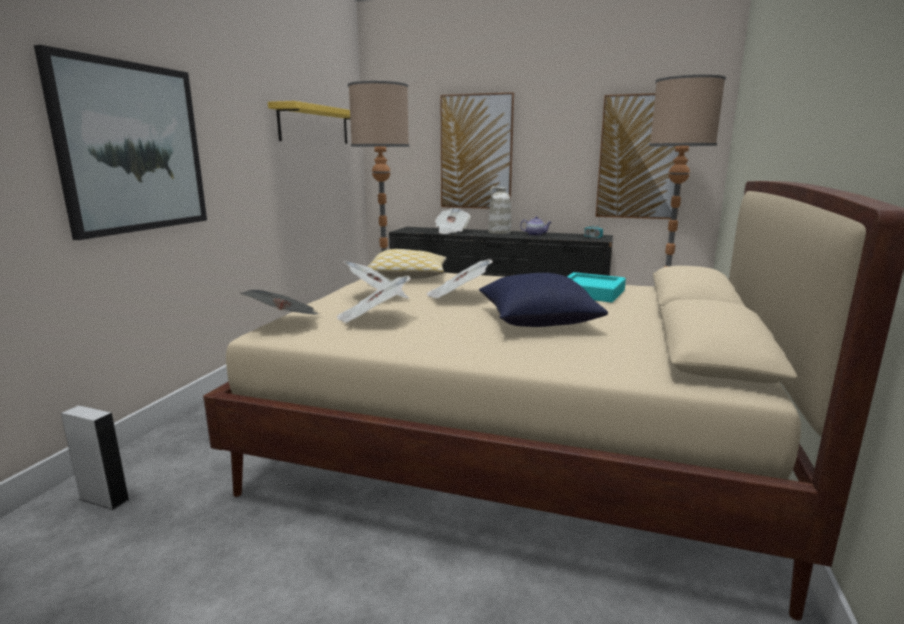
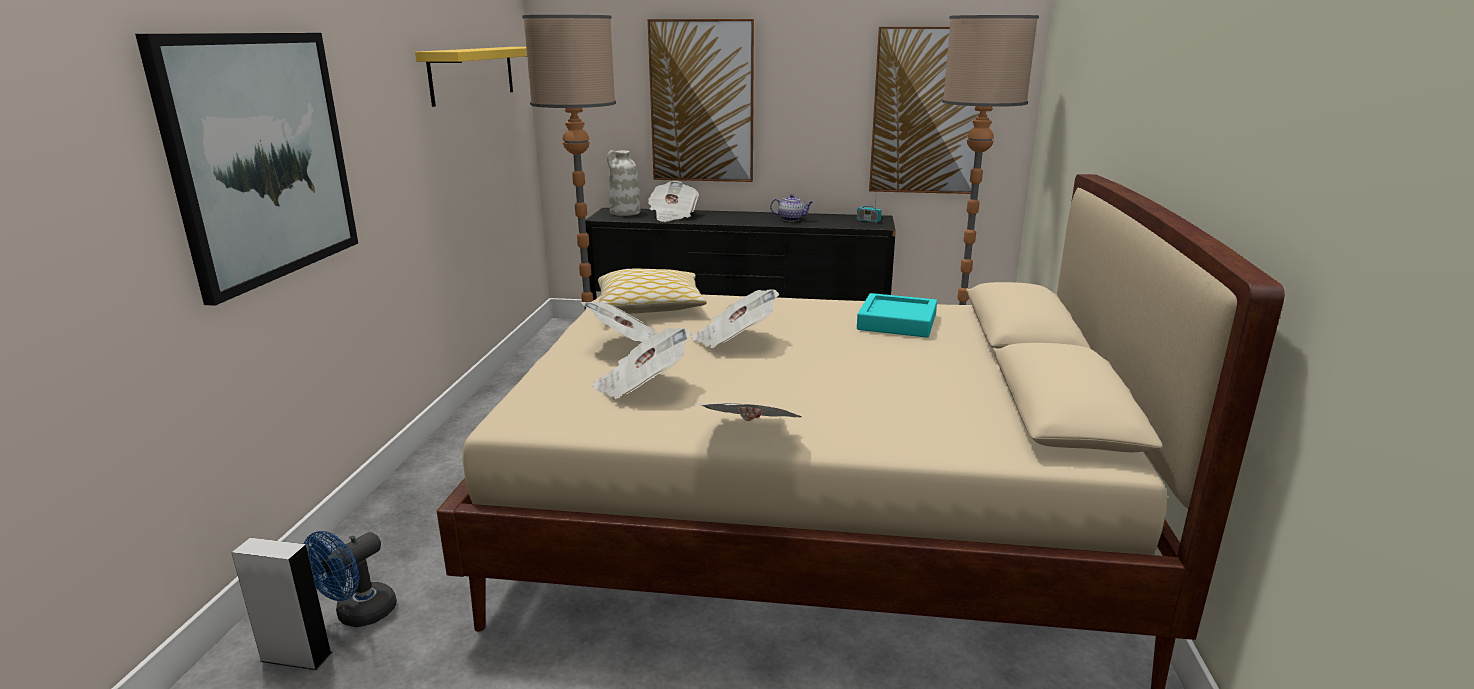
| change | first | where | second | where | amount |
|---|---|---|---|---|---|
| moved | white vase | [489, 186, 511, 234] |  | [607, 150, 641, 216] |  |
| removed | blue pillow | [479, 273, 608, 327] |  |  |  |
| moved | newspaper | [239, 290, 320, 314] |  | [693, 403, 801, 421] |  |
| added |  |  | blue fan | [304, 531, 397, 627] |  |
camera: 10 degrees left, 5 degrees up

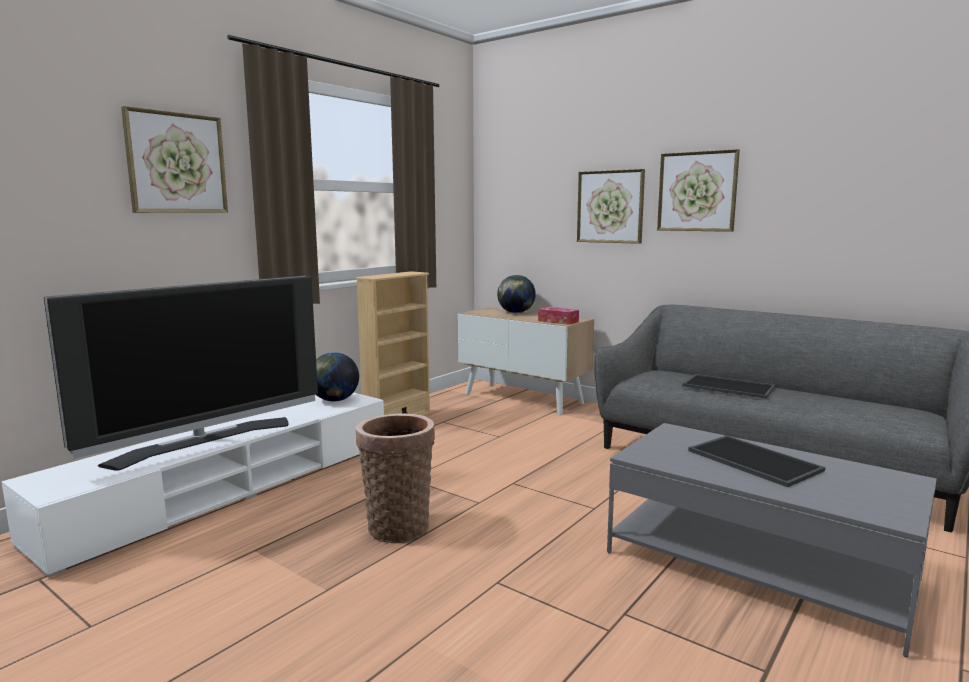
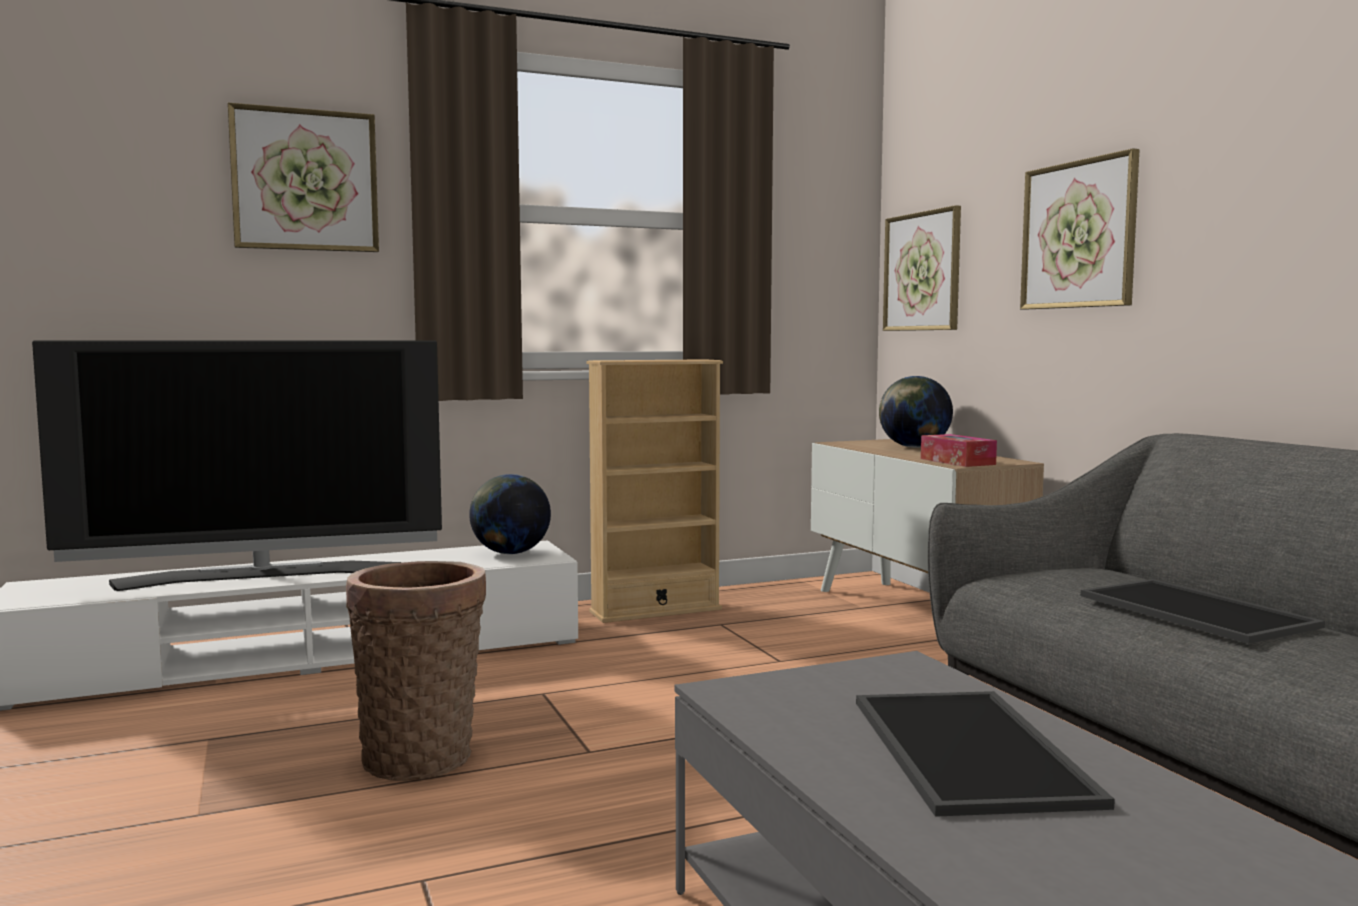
| change | first | where | second | where | amount |
|---|---|---|---|---|---|
| moved | picture | [657, 149, 740, 232] |  | [883, 205, 961, 331] |  |
camera: 30 degrees right, 5 degrees down

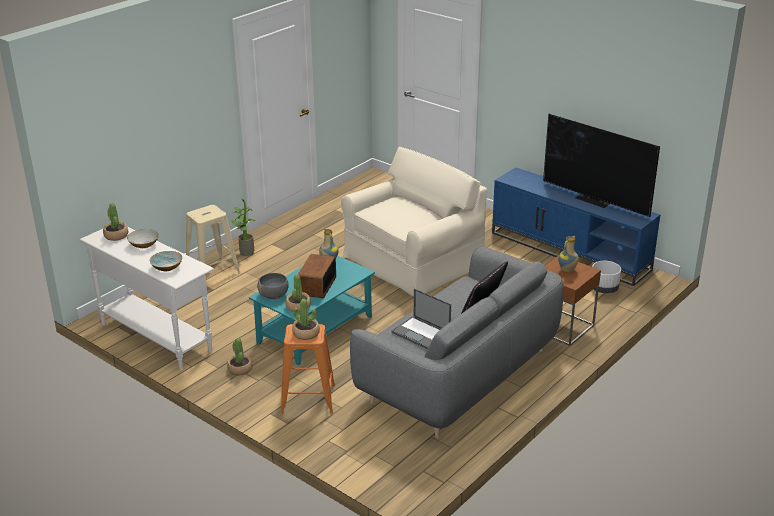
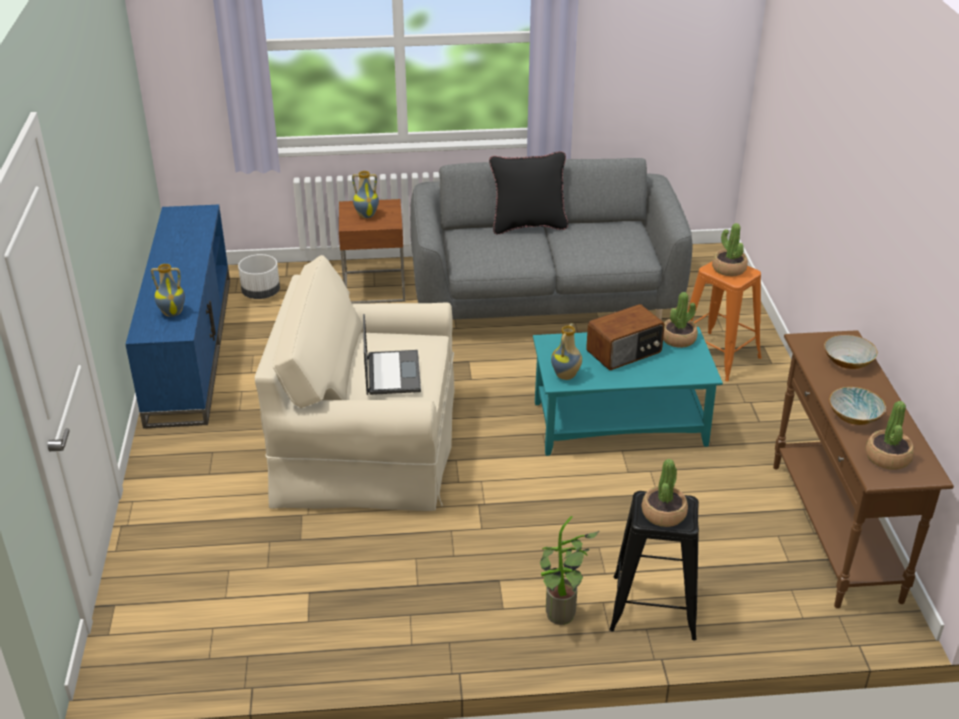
| change | first | where | second | where | amount |
|---|---|---|---|---|---|
| removed | television | [543, 114, 660, 217] |  |  |  |
| recoloured | beige stool | [186, 205, 241, 273] | black stool | [609, 491, 699, 640] |  |
| recoloured | white console table | [80, 227, 214, 370] | brown console table | [773, 330, 954, 608] |  |
| removed | grey bowl | [257, 273, 289, 299] |  |  |  |
| moved | laptop | [391, 288, 451, 349] |  | [363, 314, 421, 395] |  |
| moved | potted plant | [227, 338, 253, 375] |  | [642, 459, 688, 527] |  |
| added |  |  | vase | [151, 264, 185, 317] |  |
camera: 135 degrees left, 5 degrees up

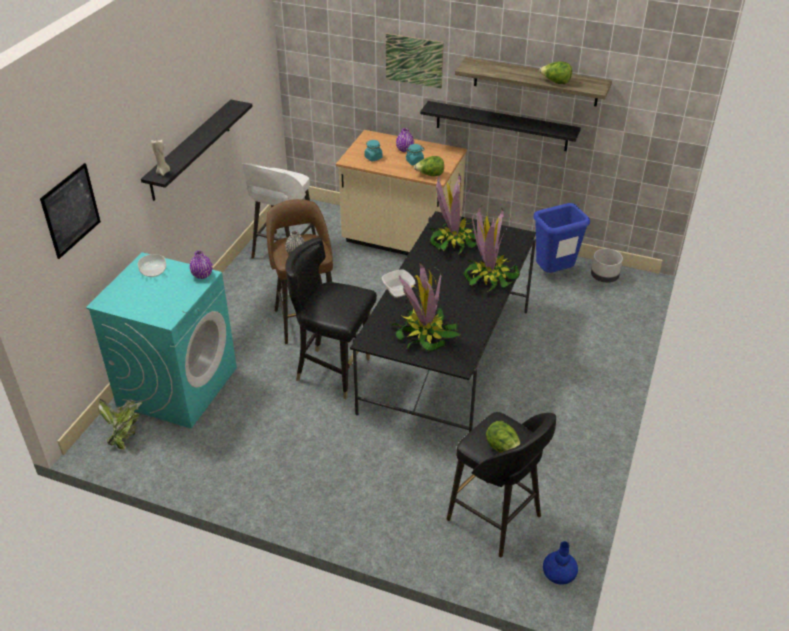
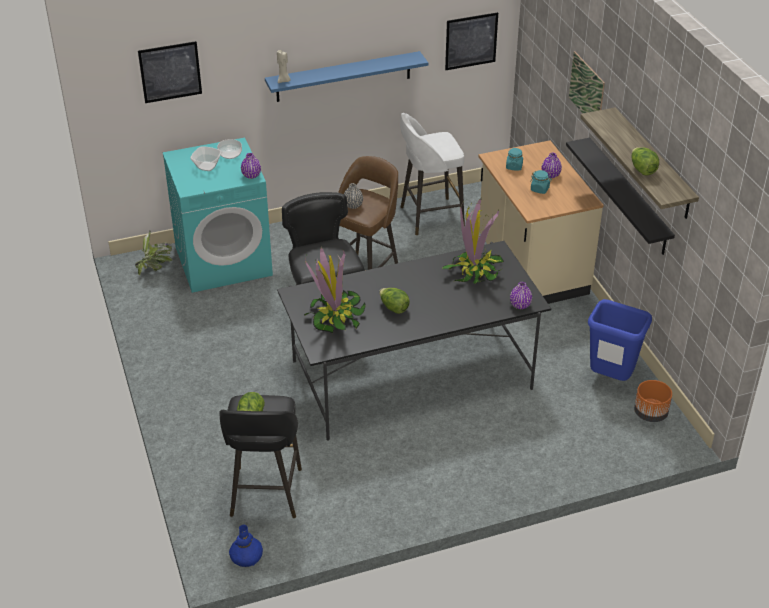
| change | first | where | second | where | amount |
|---|---|---|---|---|---|
| recoloured | black shelf | [141, 100, 253, 201] | blue shelf | [265, 51, 428, 102] |  |
| moved | lettuce | [414, 156, 444, 176] |  | [379, 288, 410, 314] |  |
| removed | potted plant | [464, 206, 520, 293] |  |  |  |
| recoloured | grey planter | [591, 248, 623, 283] | orange planter | [634, 380, 672, 422] |  |
| moved | bowl | [382, 269, 415, 298] |  | [191, 147, 221, 171] |  |
| added |  |  | picture | [445, 12, 498, 70] |  |
| added |  |  | purple vase | [510, 282, 532, 309] |  |
camera: 50 degrees right, 0 degrees up

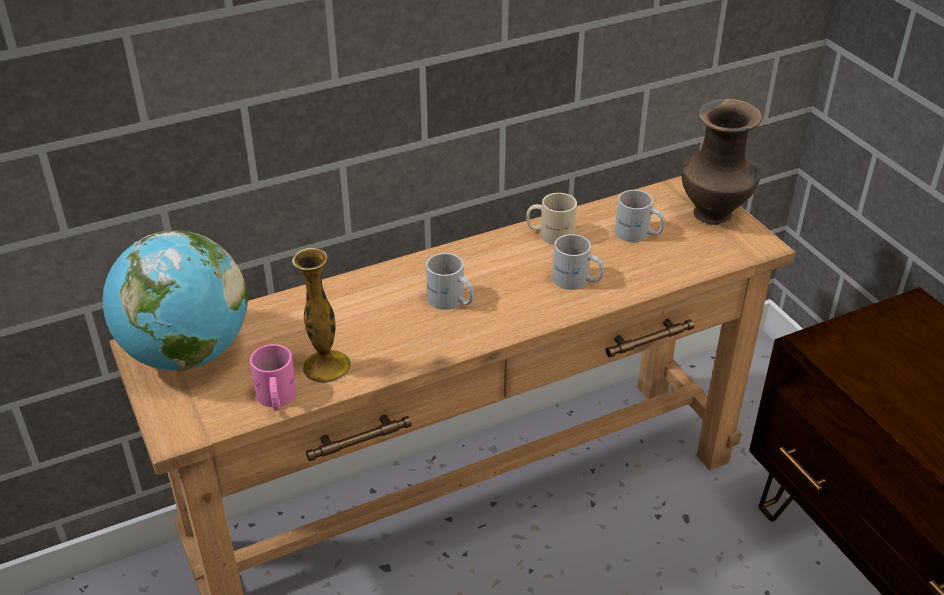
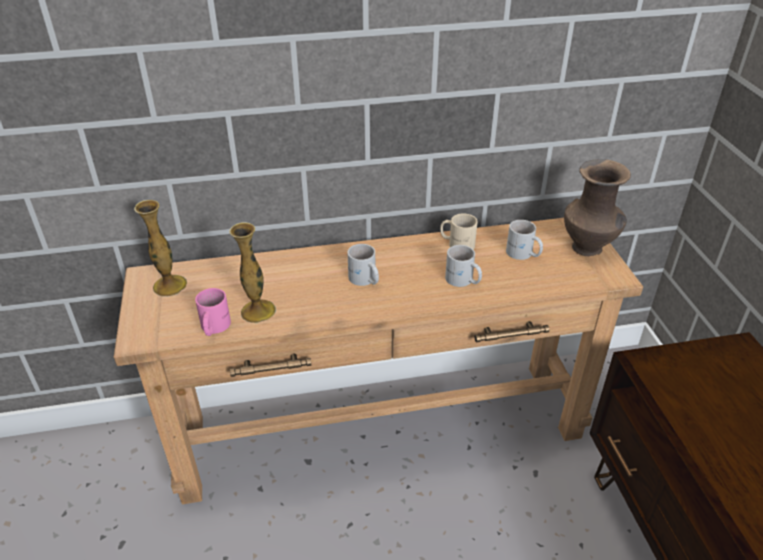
| change | first | where | second | where | amount |
|---|---|---|---|---|---|
| replaced | globe | [103, 230, 248, 371] | vase | [134, 200, 187, 297] |  |
camera: 15 degrees right, 0 degrees up

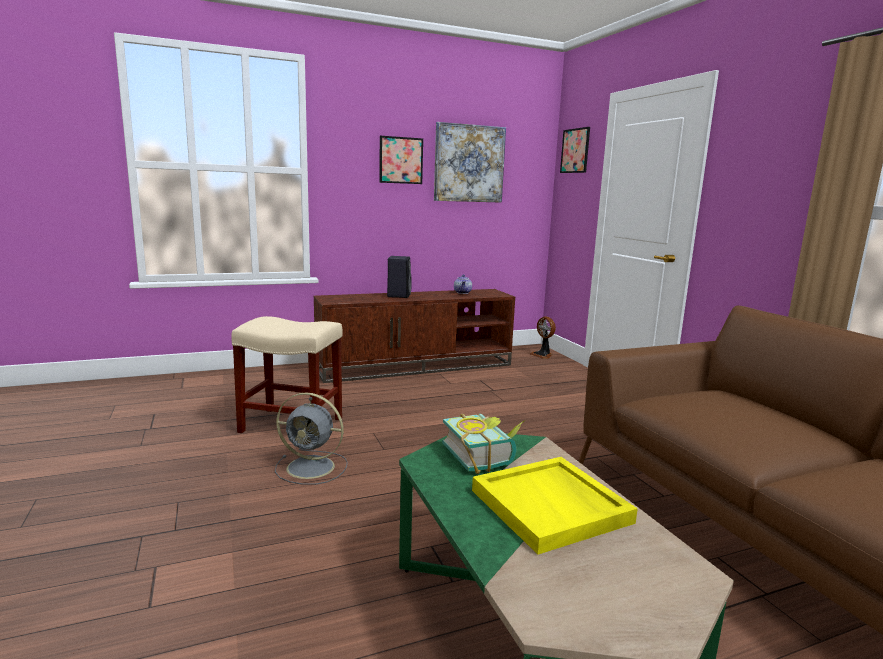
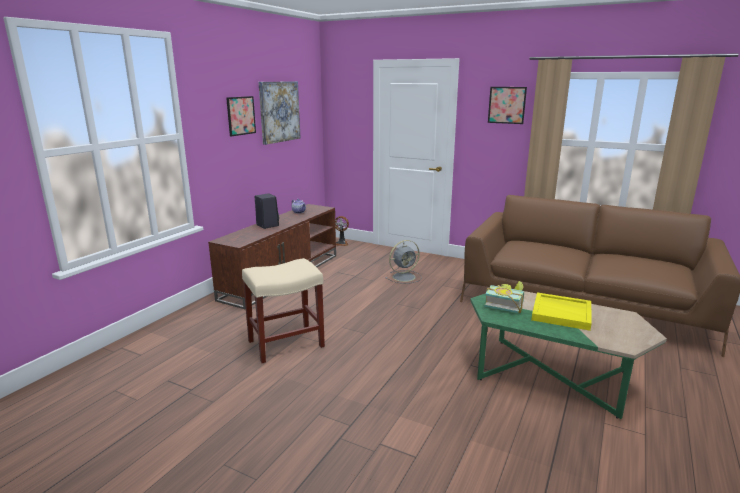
| change | first | where | second | where | amount |
|---|---|---|---|---|---|
| moved | picture | [560, 127, 590, 173] |  | [488, 87, 527, 124] |  |
| moved | grey fan | [275, 392, 348, 485] |  | [385, 240, 422, 284] |  |
camera: 40 degrees left, 5 degrees up

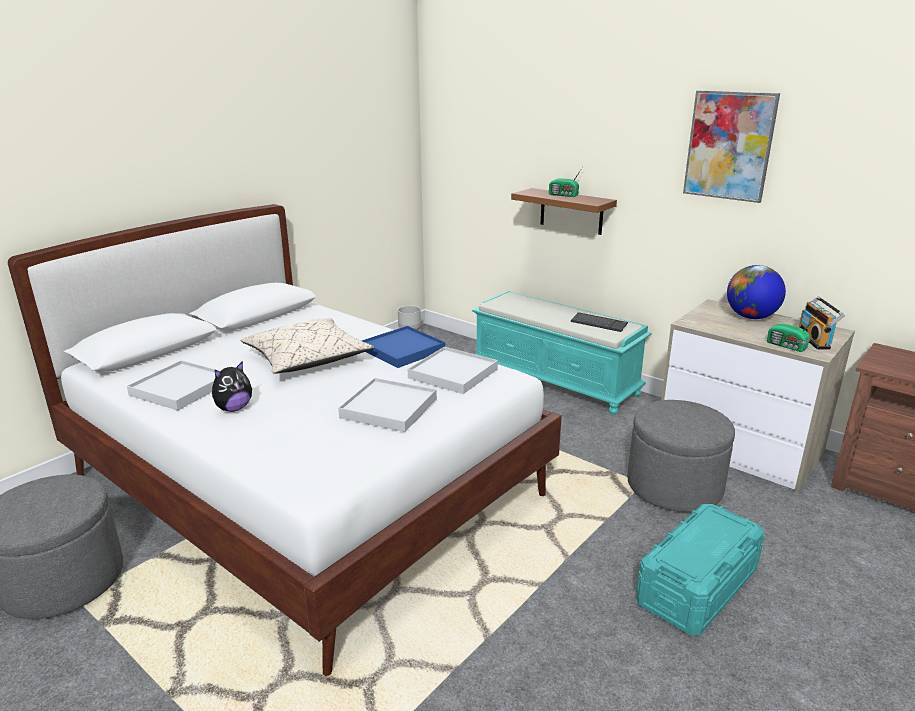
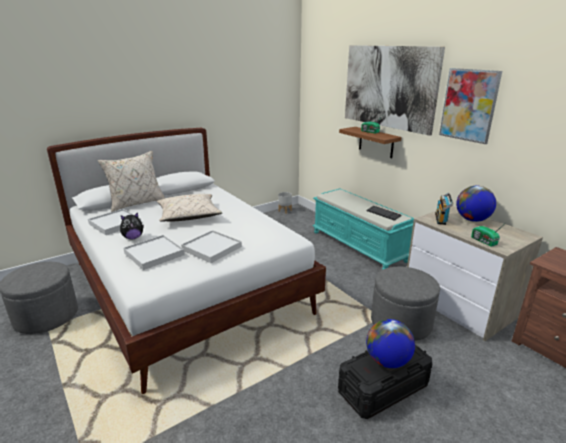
| change | first | where | second | where | amount |
|---|---|---|---|---|---|
| moved | radio | [799, 296, 845, 350] |  | [435, 193, 453, 225] |  |
| removed | blue tray | [362, 326, 445, 368] |  |  |  |
| moved | white tray | [408, 347, 498, 394] |  | [123, 235, 185, 270] |  |
| recoloured | turquoise storage box | [636, 504, 765, 635] | black storage box | [338, 345, 433, 419] |  |
| added |  |  | picture | [345, 45, 445, 136] |  |
| added |  |  | beige pillow | [98, 151, 165, 212] |  |
| added |  |  | globe | [366, 319, 415, 368] |  |
camera: 15 degrees right, 0 degrees up

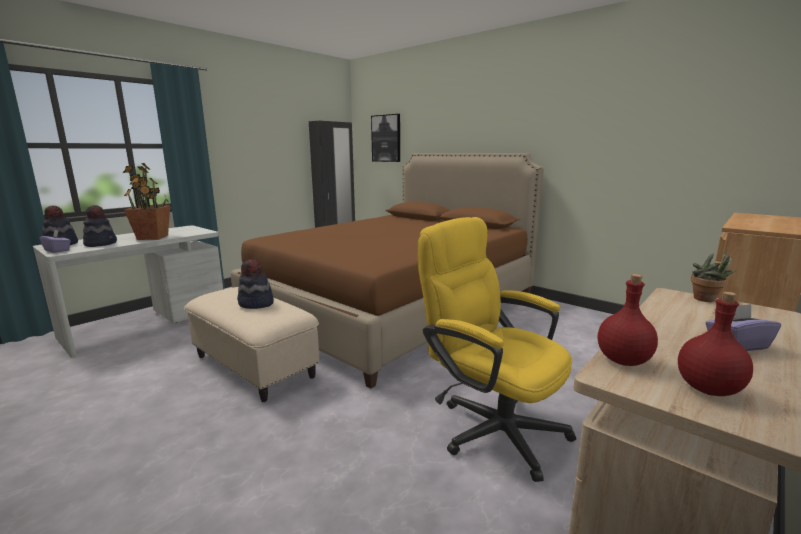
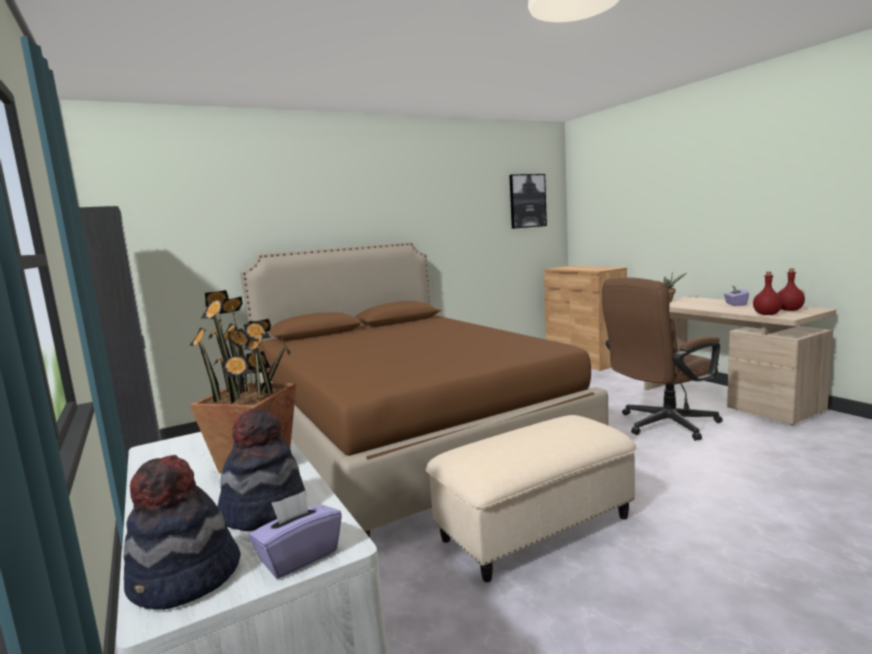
| change | first | where | second | where | amount |
|---|---|---|---|---|---|
| moved | picture | [371, 114, 400, 162] |  | [509, 174, 547, 229] |  |
| recoloured | yellow office chair | [418, 217, 576, 482] | brown office chair | [602, 277, 723, 441] |  |
| removed | hat | [237, 259, 274, 309] |  |  |  |
camera: 70 degrees left, 5 degrees down

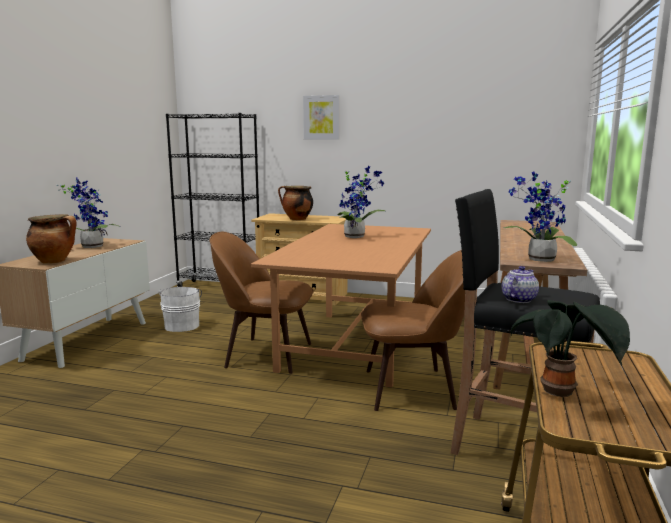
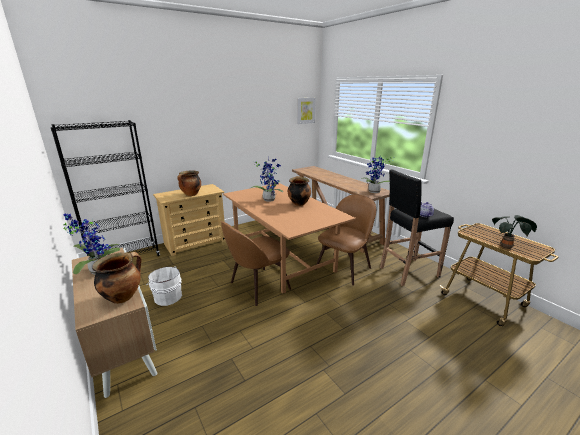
| change | first | where | second | where | amount |
|---|---|---|---|---|---|
| moved | picture | [303, 95, 340, 139] |  | [297, 98, 316, 124] |  |
| added |  |  | cooking pot | [288, 176, 311, 206] |  |
camera: 50 degrees left, 10 degrees up

